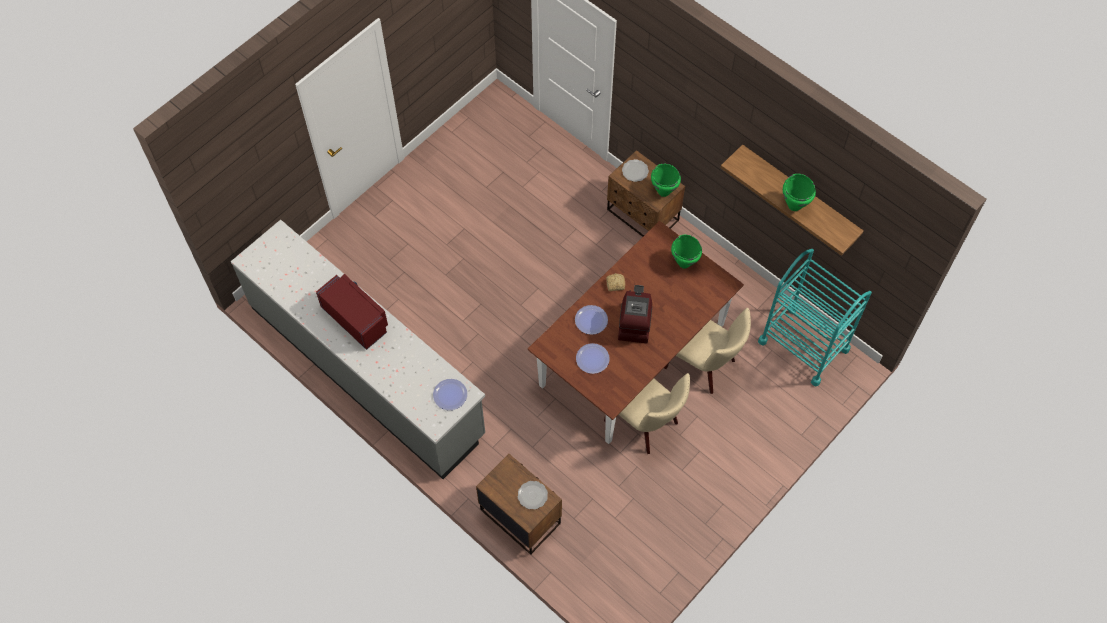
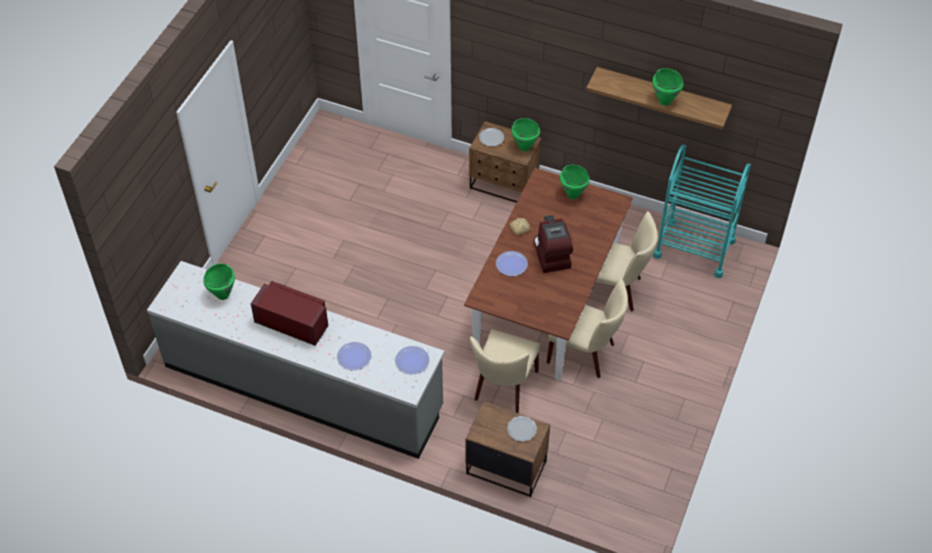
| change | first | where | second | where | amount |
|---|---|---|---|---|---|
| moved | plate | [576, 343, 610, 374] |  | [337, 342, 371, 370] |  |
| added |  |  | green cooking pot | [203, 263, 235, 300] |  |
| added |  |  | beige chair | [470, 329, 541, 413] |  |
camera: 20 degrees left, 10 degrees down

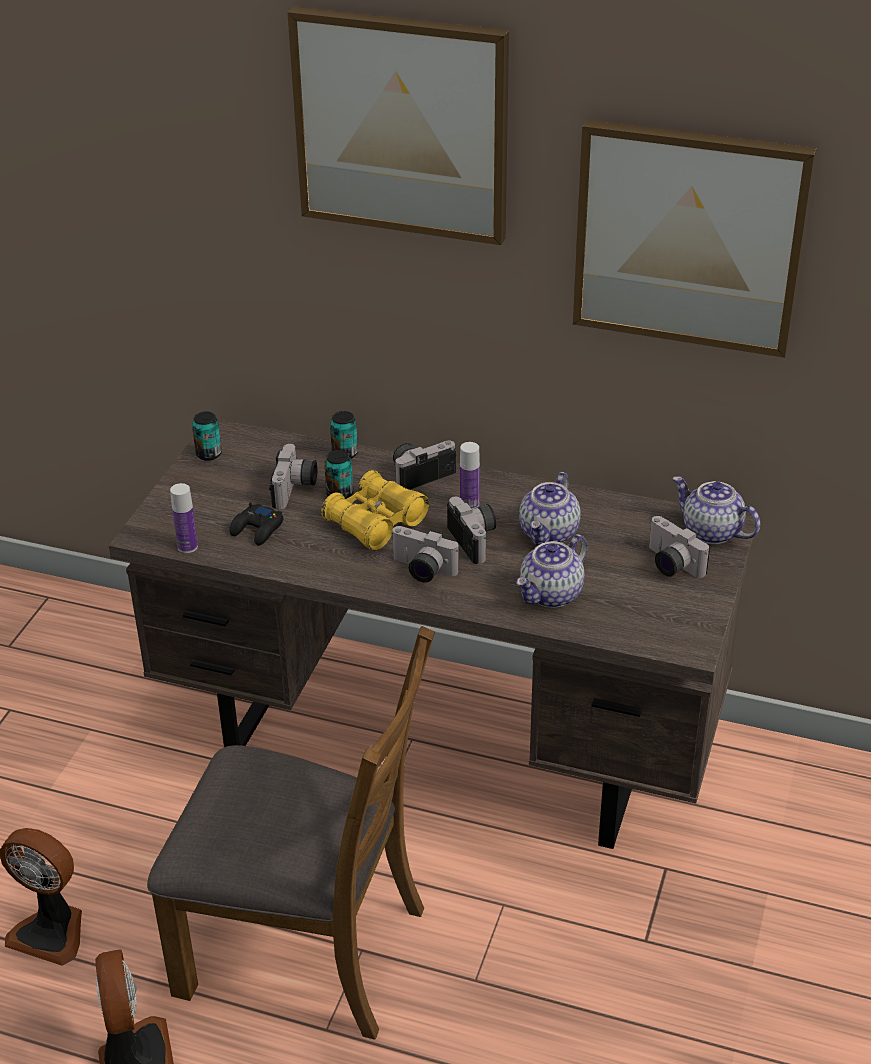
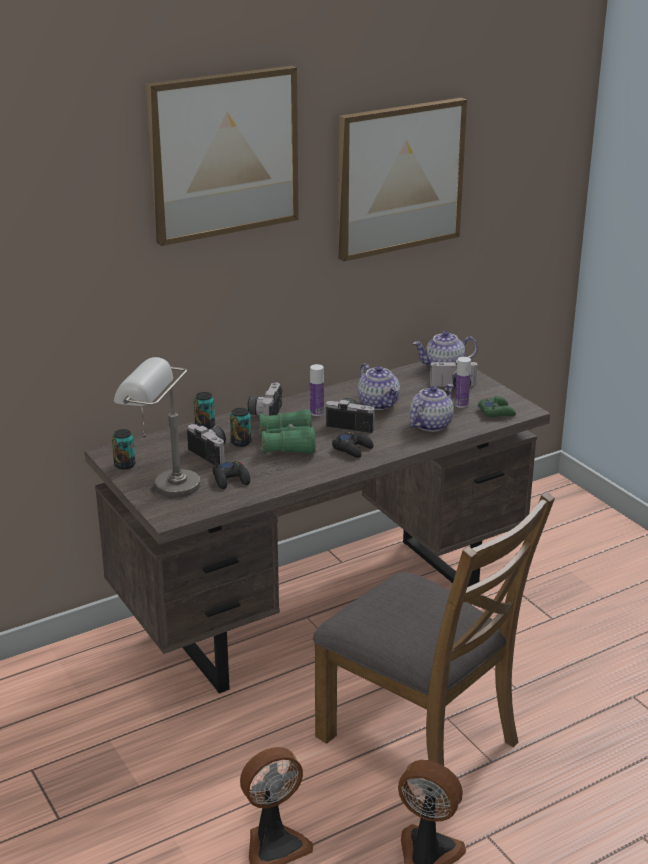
| change | first | where | second | where | amount |
|---|---|---|---|---|---|
| recoloured | yellow binoculars | [321, 470, 429, 551] | green binoculars | [259, 409, 316, 454] |  |
| moved | bottle | [170, 483, 198, 553] |  | [455, 357, 471, 408] |  |
| replaced | photo camera | [392, 526, 459, 583] | black game controller | [332, 432, 373, 458] |  |
| turned | teapot | [516, 534, 588, 608] |  | [410, 384, 454, 432] | 135 degrees counterclockwise |
| turned | brown chair | [147, 626, 435, 1040] |  | [313, 492, 555, 808] | 75 degrees clockwise |
| added |  |  | grey table lamp | [114, 357, 200, 497] |  |
| added |  |  | green game controller | [478, 396, 516, 417] |  |
camera: 50 degrees left, 10 degrees down

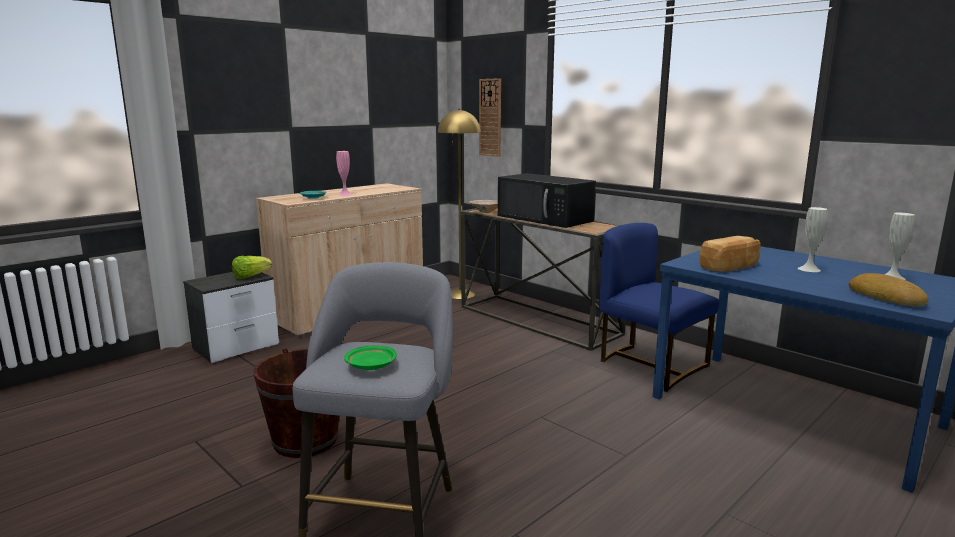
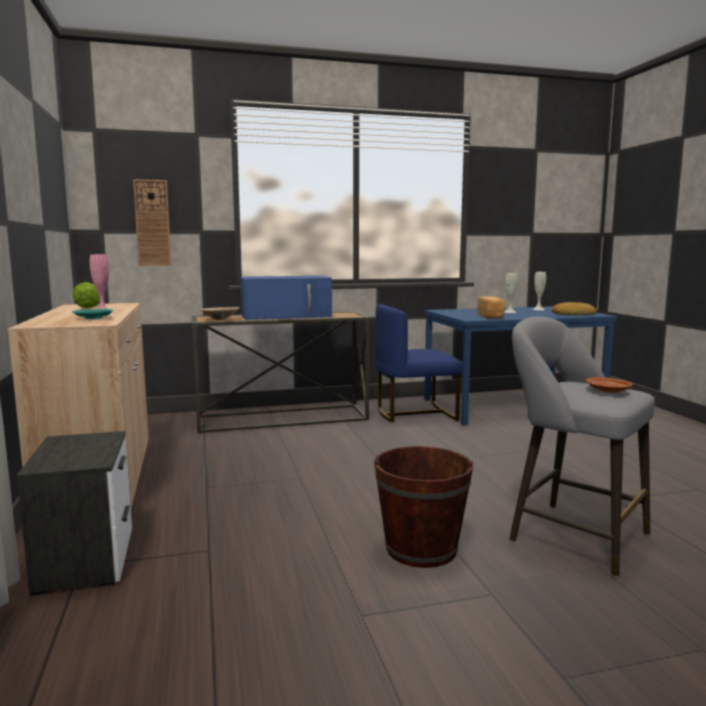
| change | first | where | second | where | amount |
|---|---|---|---|---|---|
| removed | yellow floor lamp | [438, 109, 481, 299] |  |  |  |
| recoloured | black microwave | [498, 173, 596, 228] | blue microwave | [241, 276, 332, 320] |  |
| moved | lettuce | [232, 256, 272, 279] |  | [73, 282, 100, 308] |  |
| recoloured | green plate | [344, 345, 397, 370] | brown plate | [586, 377, 633, 393] |  |
camera: 60 degrees left, 5 degrees down

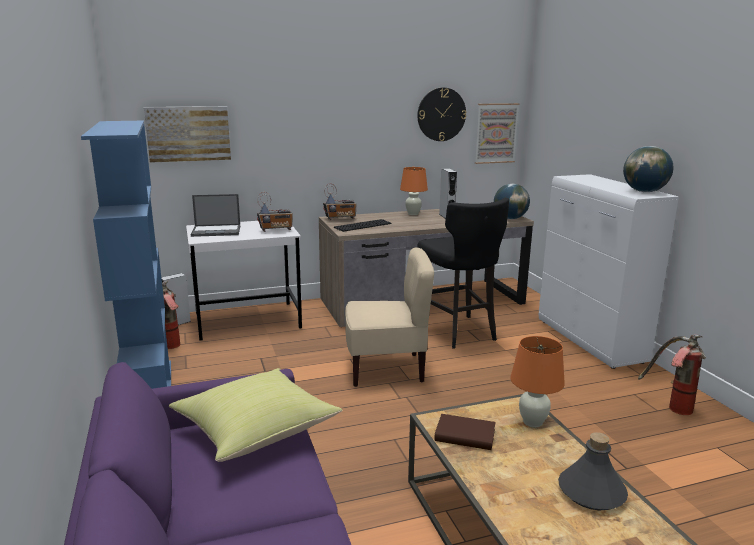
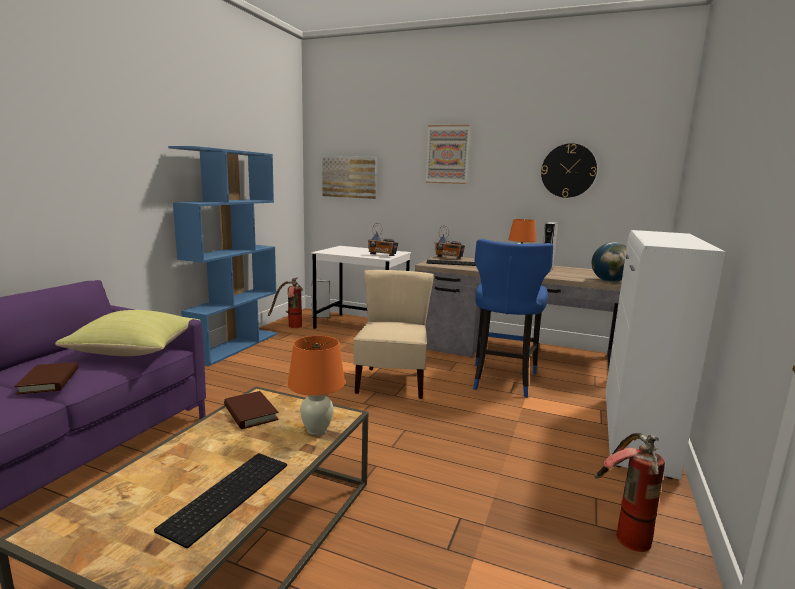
| change | first | where | second | where | amount |
|---|---|---|---|---|---|
| moved | picture | [475, 103, 519, 164] |  | [425, 125, 470, 184] |  |
| removed | globe | [623, 146, 674, 192] |  |  |  |
| removed | laptop | [191, 194, 240, 237] |  |  |  |
| recoloured | black stool | [417, 198, 509, 349] | blue stool | [473, 239, 553, 398] |  |
| turned | beige chair | [345, 248, 434, 387] |  | [354, 270, 434, 399] | 120 degrees counterclockwise |
| replaced | grey bottle | [558, 432, 628, 511] | keyboard | [154, 453, 287, 548] |  |
| added |  |  | brown book | [14, 362, 78, 395] |  |
camera: 40 degrees right, 5 degrees down

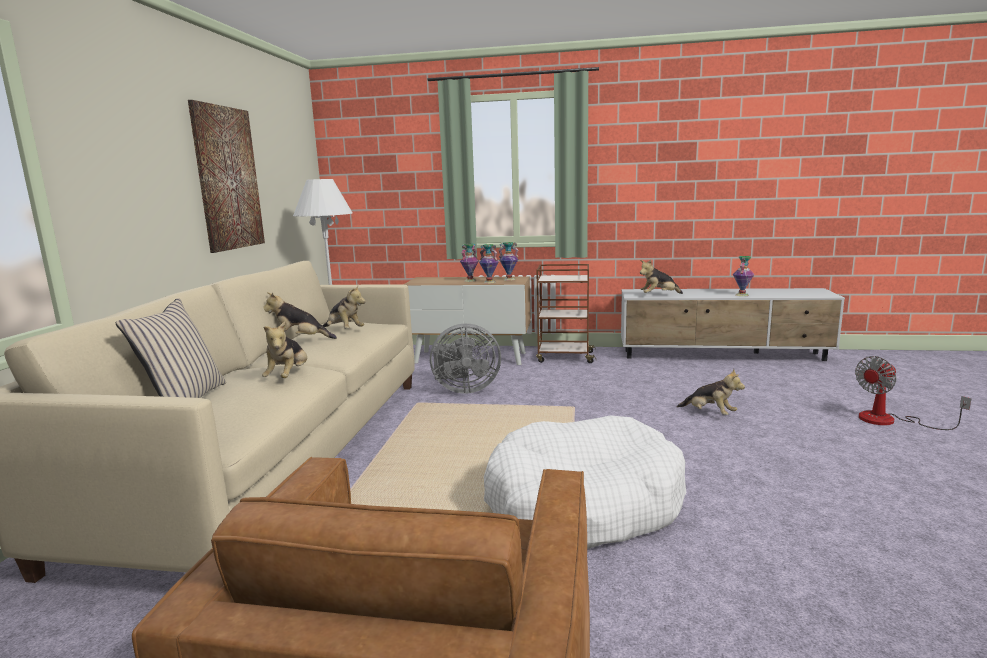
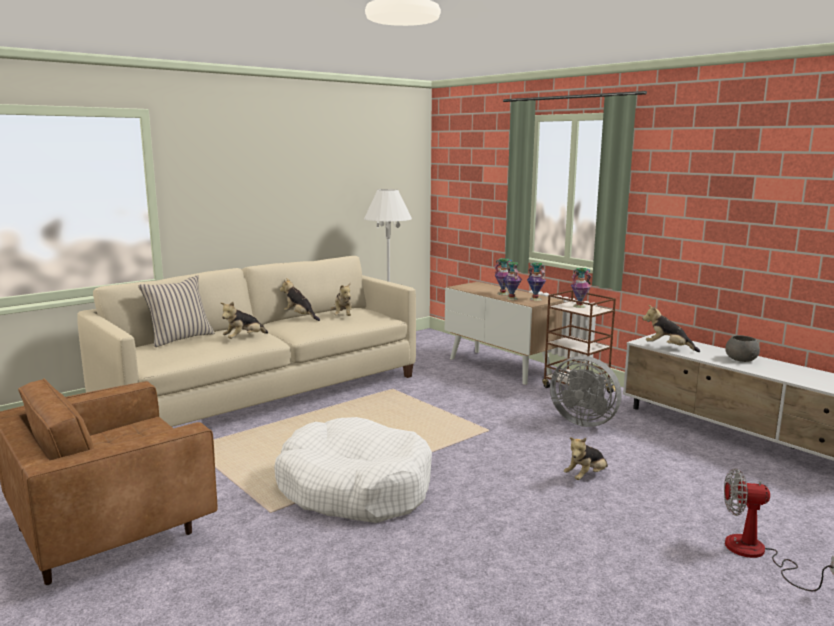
| change | first | where | second | where | amount |
|---|---|---|---|---|---|
| removed | picture | [188, 100, 265, 253] |  |  |  |
| moved | vase | [733, 256, 755, 296] |  | [571, 268, 591, 308] |  |
| moved | grey fan | [430, 324, 501, 394] |  | [550, 356, 621, 427] |  |
| turned | plush toy | [677, 369, 745, 415] |  | [564, 437, 608, 480] | 60 degrees clockwise |
| added |  |  | grey bowl | [725, 335, 760, 362] |  |
camera: 40 degrees right, 0 degrees up

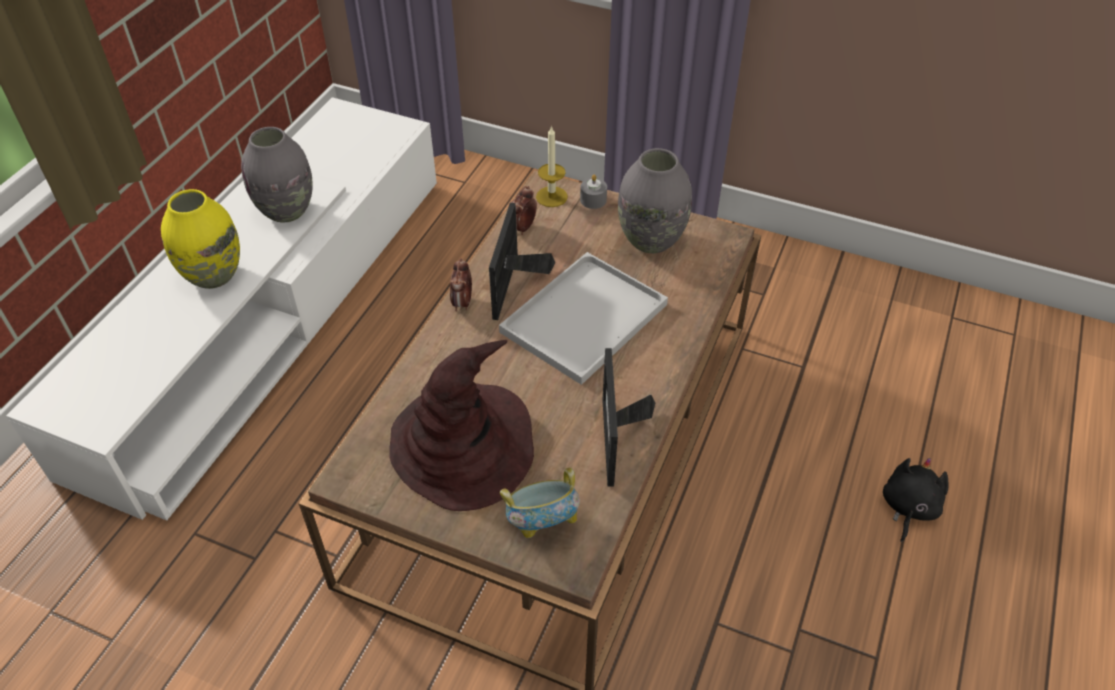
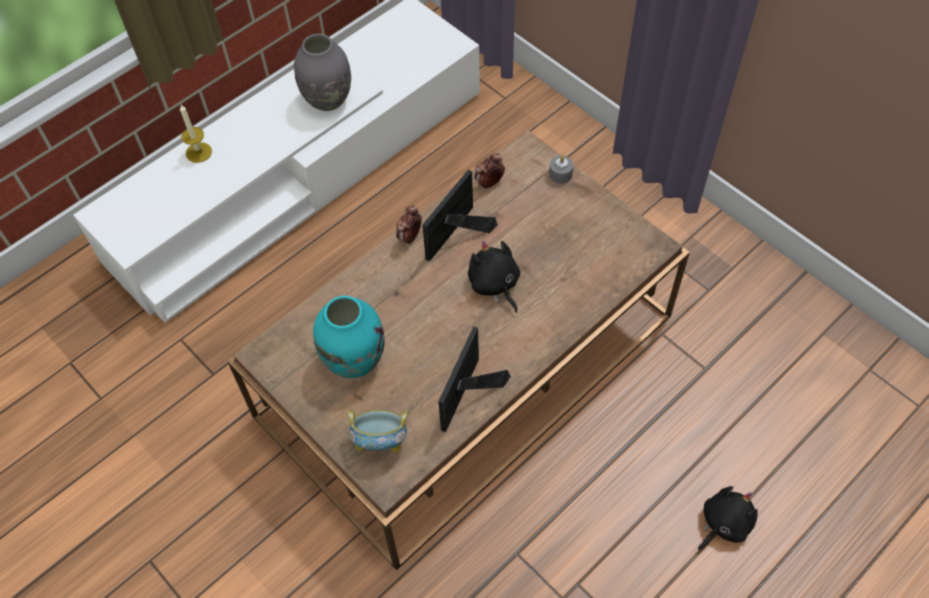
| change | first | where | second | where | amount |
|---|---|---|---|---|---|
| moved | candle | [536, 125, 568, 207] |  | [180, 105, 212, 163] |  |
| removed | grey vase | [618, 148, 692, 253] |  |  |  |
| removed | yellow vase | [161, 189, 240, 289] |  |  |  |
| replaced | white tray | [499, 252, 668, 385] | black plush toy | [468, 241, 520, 313] |  |
| replaced | brown hat | [389, 340, 534, 511] | turquoise vase | [313, 296, 384, 378] |  |
camera: 25 degrees right, 10 degrees up

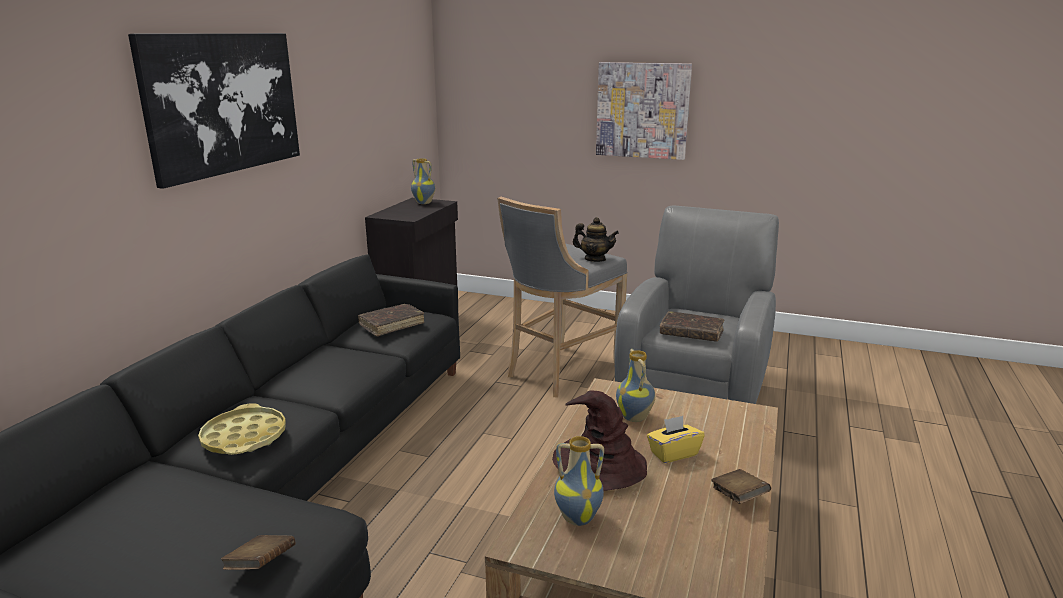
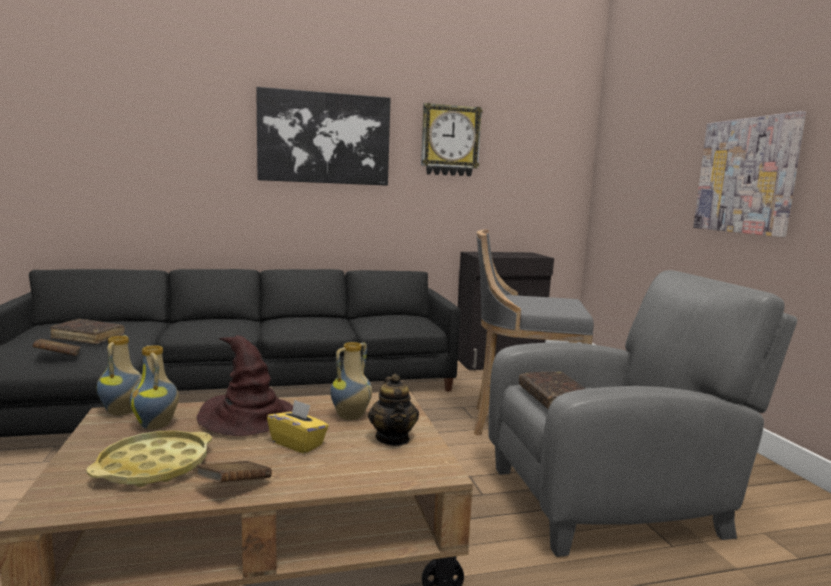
| change | first | where | second | where | amount |
|---|---|---|---|---|---|
| moved | vase | [411, 158, 435, 204] |  | [97, 335, 142, 416] |  |
| moved | teapot | [573, 217, 619, 262] |  | [368, 374, 419, 446] |  |
| moved | brown book | [358, 304, 424, 336] |  | [50, 319, 124, 344] |  |
| moved | yellow tray | [198, 403, 286, 455] |  | [86, 430, 212, 487] |  |
| added |  |  | wall clock | [421, 103, 483, 176] |  |
camera: 55 degrees right, 10 degrees down

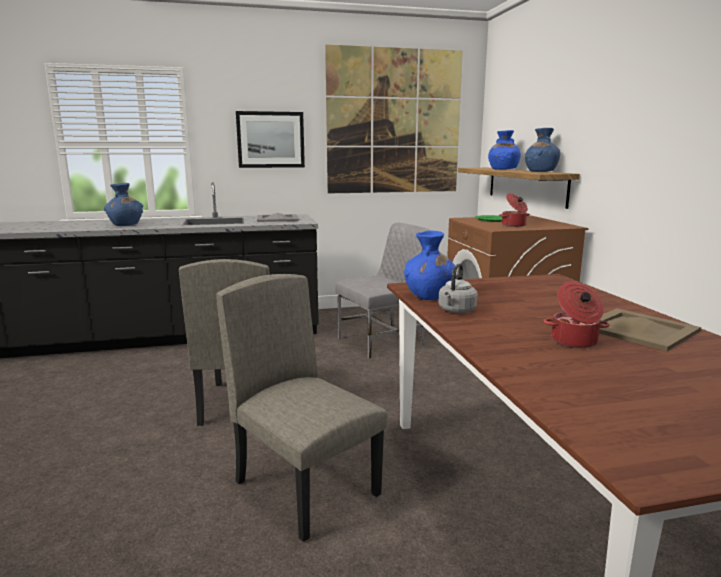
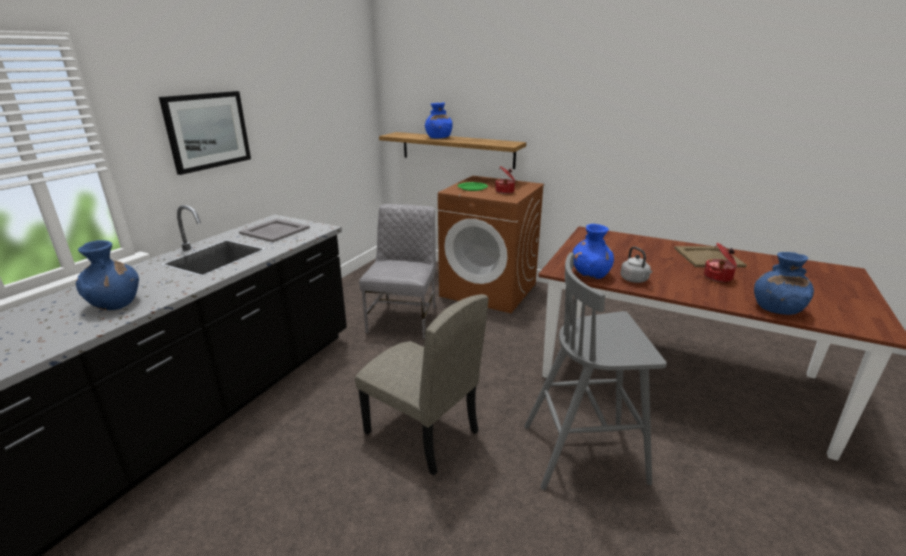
| change | first | where | second | where | amount |
|---|---|---|---|---|---|
| removed | picture | [325, 44, 463, 194] |  |  |  |
| moved | blue vase | [525, 128, 560, 172] |  | [754, 252, 814, 315] |  |
| replaced | beige chair | [216, 274, 387, 542] | grey stool | [524, 253, 667, 490] |  |
camera: 50 degrees left, 10 degrees up

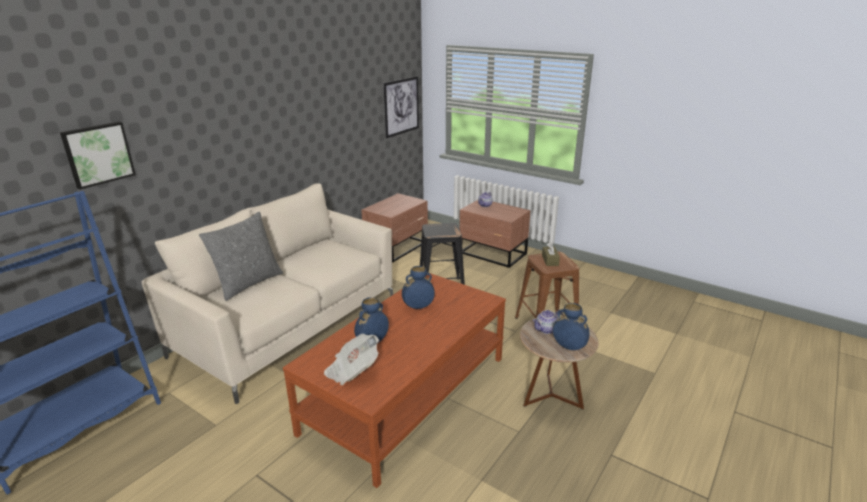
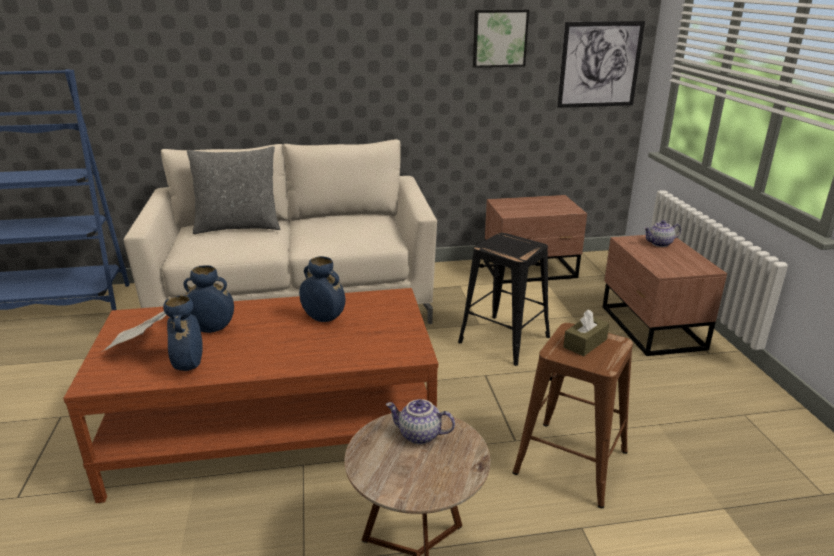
| change | first | where | second | where | amount |
|---|---|---|---|---|---|
| moved | picture | [60, 122, 136, 190] |  | [473, 10, 529, 68] |  |
| moved | blue vase | [553, 303, 589, 350] |  | [163, 295, 203, 371] |  |
camera: 45 degrees right, 0 degrees up

